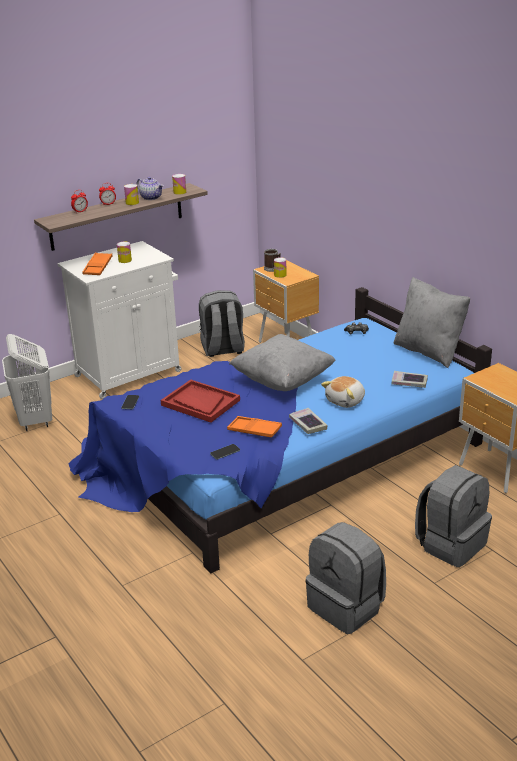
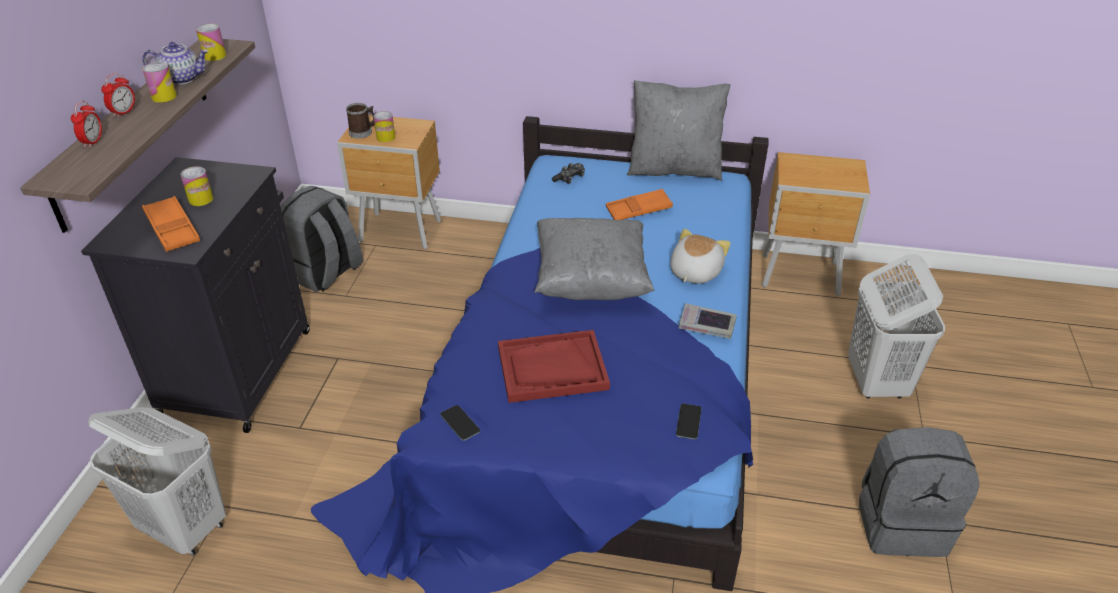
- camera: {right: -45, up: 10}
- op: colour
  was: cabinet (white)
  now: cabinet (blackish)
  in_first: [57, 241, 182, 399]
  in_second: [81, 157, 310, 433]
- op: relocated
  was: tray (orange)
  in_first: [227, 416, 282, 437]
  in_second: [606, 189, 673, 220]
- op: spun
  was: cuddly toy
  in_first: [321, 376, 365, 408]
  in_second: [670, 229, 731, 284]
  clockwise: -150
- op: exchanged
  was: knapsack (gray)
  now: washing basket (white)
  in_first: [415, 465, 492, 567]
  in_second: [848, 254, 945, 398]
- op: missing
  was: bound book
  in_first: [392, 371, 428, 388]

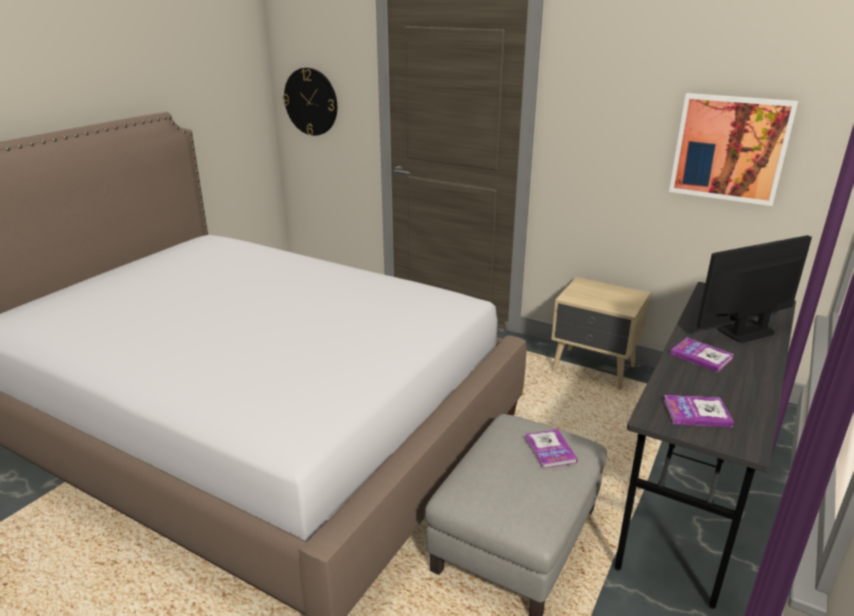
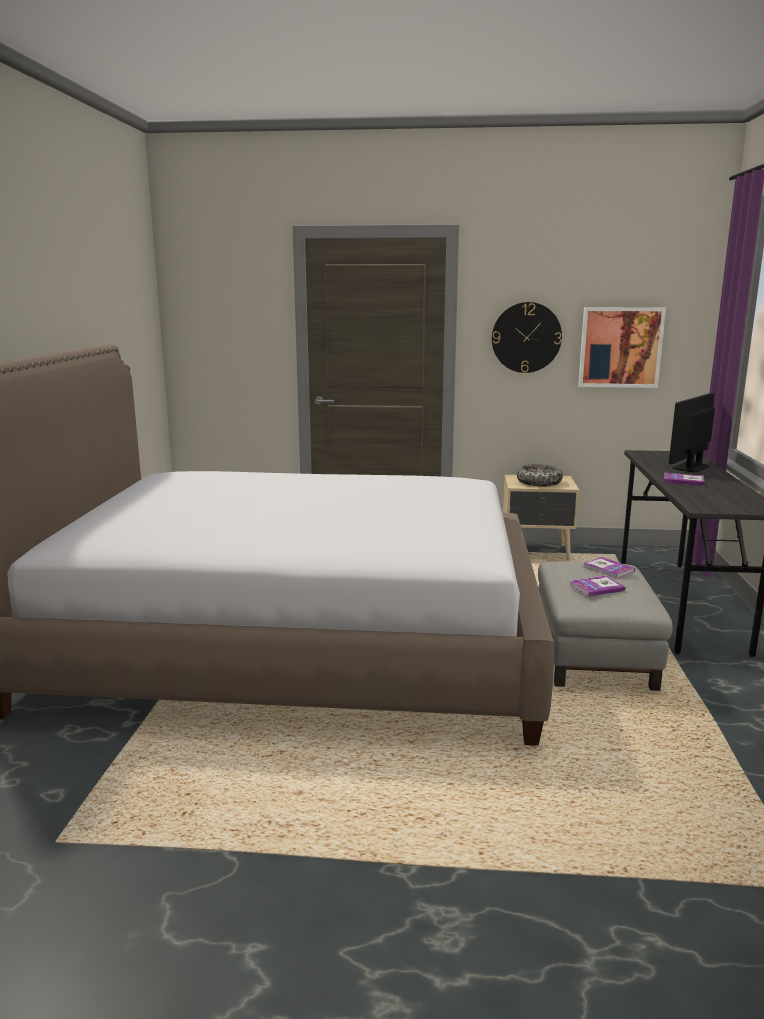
- camera: {right: -25, up: -10}
- op: relocated
  was: wall clock
  in_first: [283, 68, 337, 136]
  in_second: [492, 302, 562, 373]
- op: appeared
  now: bowl
  in_second: [517, 464, 563, 487]
- op: relocated
  was: bound book
  in_first: [663, 395, 734, 427]
  in_second: [570, 576, 625, 597]

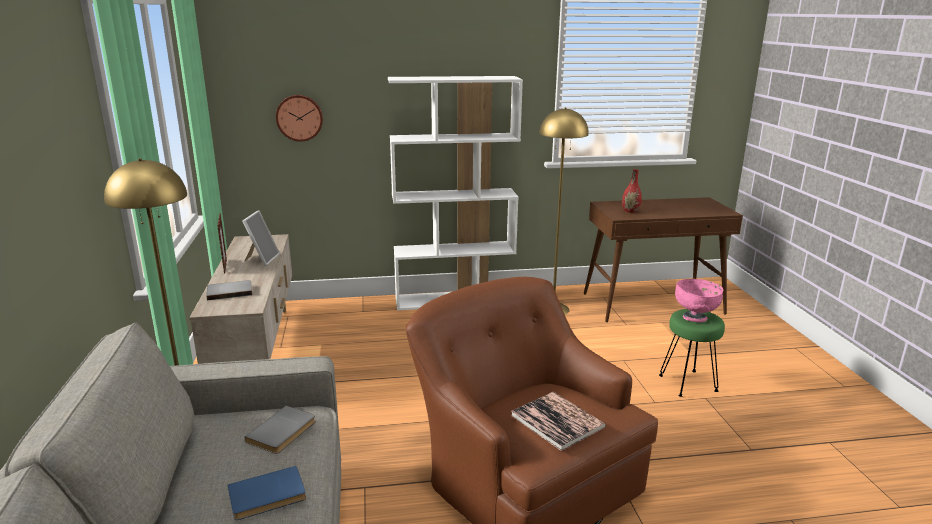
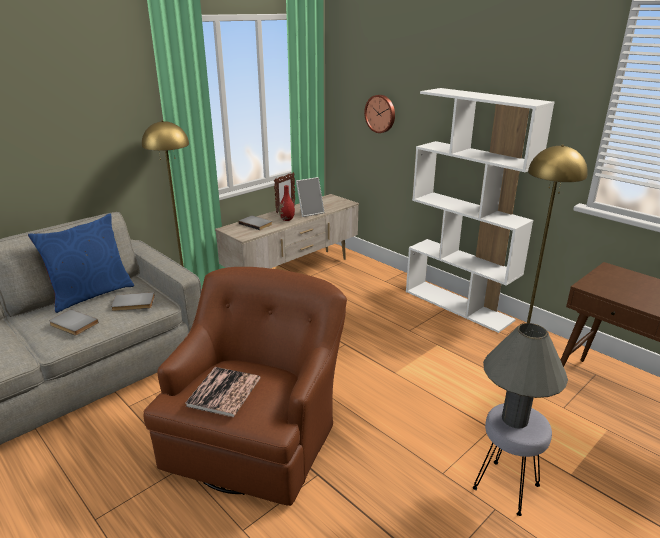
- camera: {right: 55, up: 5}
- op: appeared
  now: pillow (blue)
  in_second: [28, 213, 134, 313]
- op: colour
  was: bound book (blue)
  now: bound book (gray)
  in_first: [228, 466, 306, 520]
  in_second: [49, 309, 99, 336]
- op: relocated
  was: vase (reddish)
  in_first: [622, 169, 642, 213]
  in_second: [279, 185, 295, 221]
- op: colour
  was: stool seat (green-coloured)
  now: stool seat (gray)
  in_first: [659, 309, 725, 397]
  in_second: [473, 403, 552, 516]
- op: exchanged
  was: bowl (pink-coloured)
  now: lamp for a table (gray)
  in_first: [675, 279, 723, 322]
  in_second: [483, 323, 568, 429]

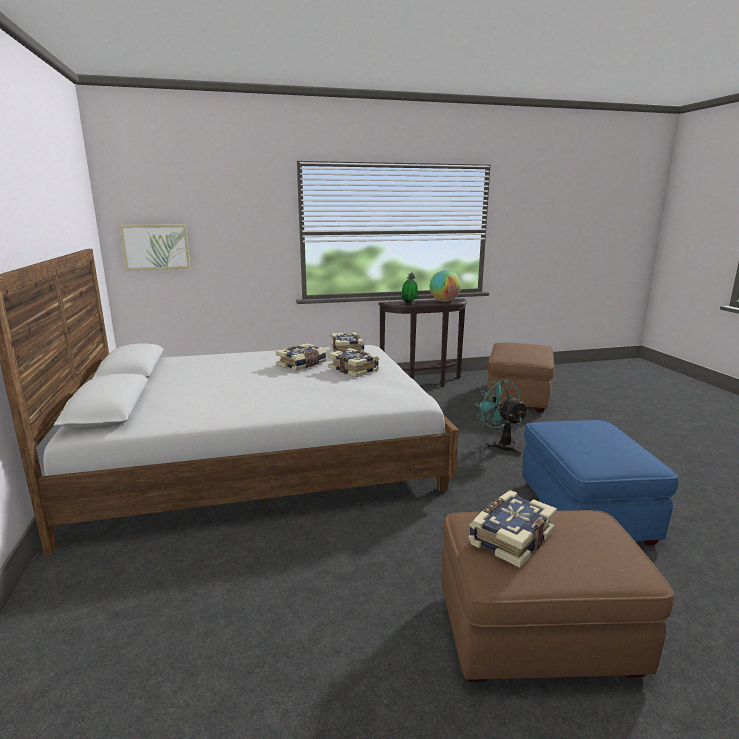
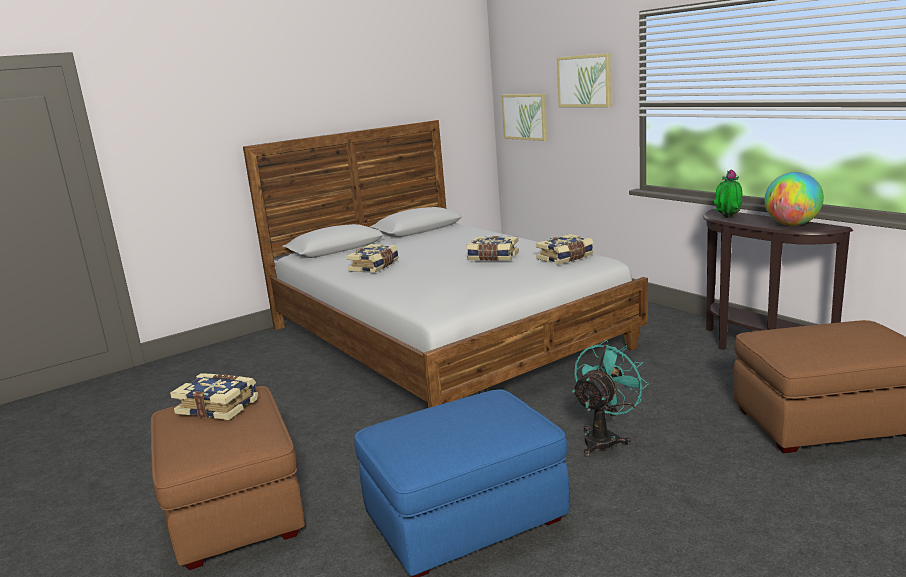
- camera: {right: 70, up: 0}
- op: relocated
  was: bound book
  in_first: [328, 348, 379, 377]
  in_second: [346, 244, 399, 273]
- op: appeared
  now: wall picture
  in_second: [557, 53, 611, 107]

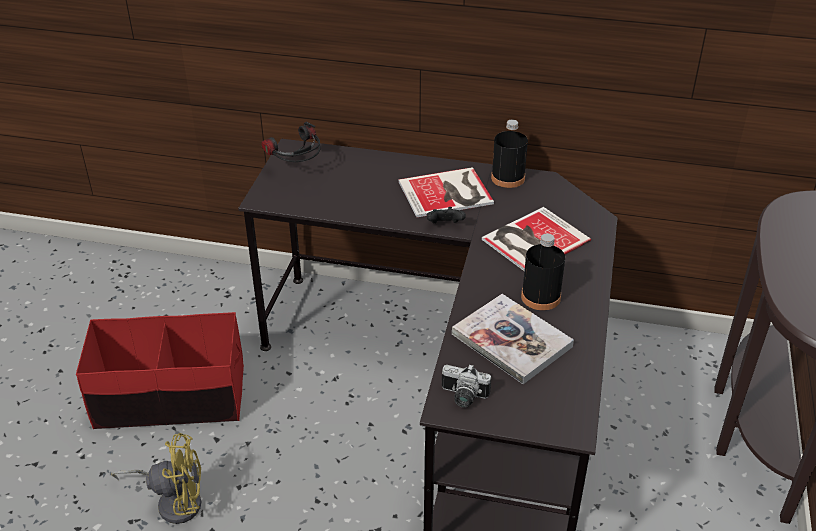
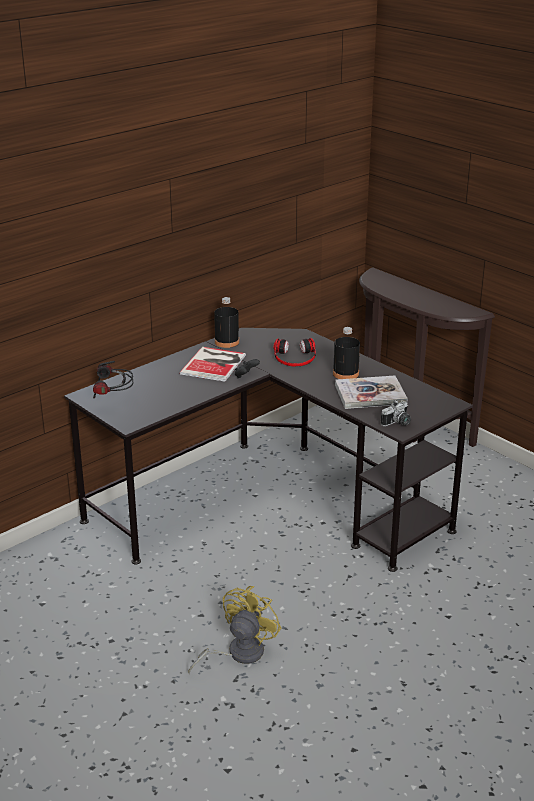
- camera: {right: -55, up: -10}
- op: exchanged
  was: bound book
  now: headphones
  in_first: [482, 207, 591, 271]
  in_second: [274, 338, 316, 366]
- op: missing
  was: storage bin (reddish)
  in_first: [76, 312, 244, 429]

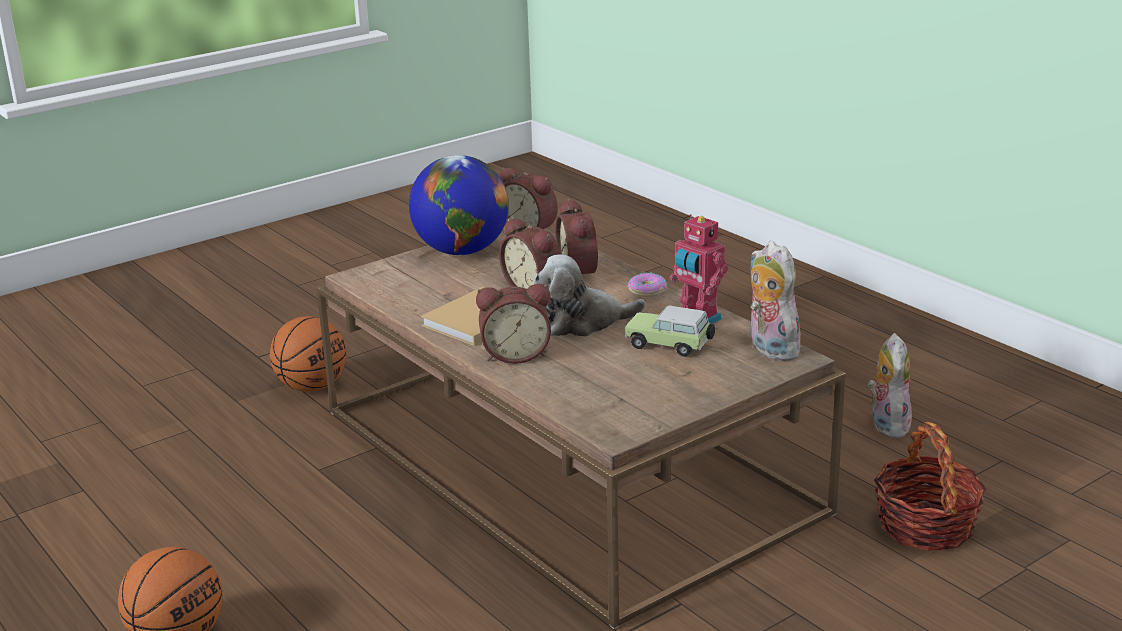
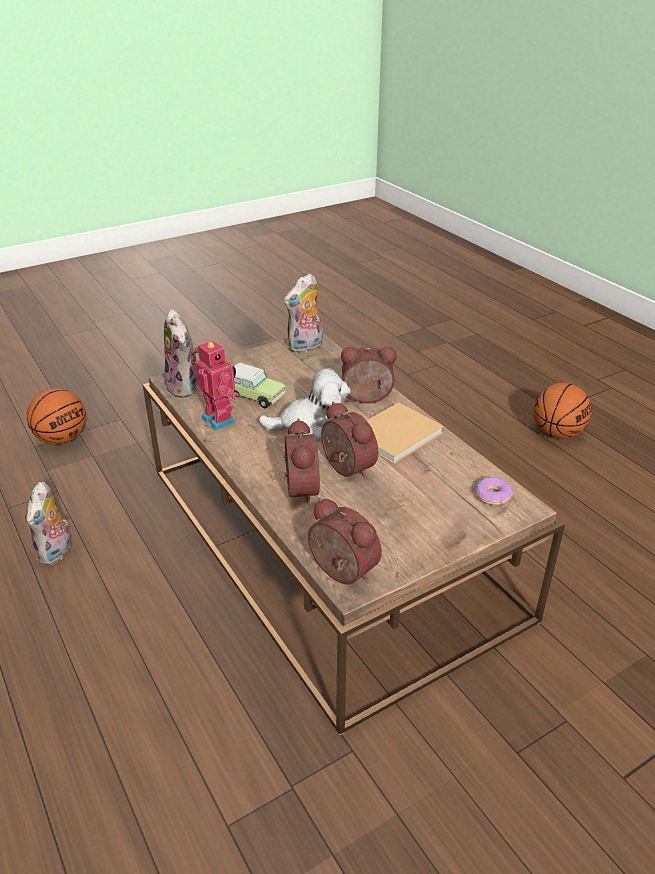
- camera: {right: -175, up: 10}
- op: relocated
  was: basketball ball
  in_first: [270, 316, 347, 392]
  in_second: [26, 388, 86, 445]
- op: appeared
  now: cuddly toy
  in_second: [284, 273, 323, 353]
- op: relocated
  was: doughnut
  in_first: [628, 272, 667, 297]
  in_second: [475, 477, 513, 505]
- op: missing
  was: world globe
  in_first: [409, 155, 509, 255]
- op: missing
  was: storage basket
  in_first: [874, 422, 987, 551]

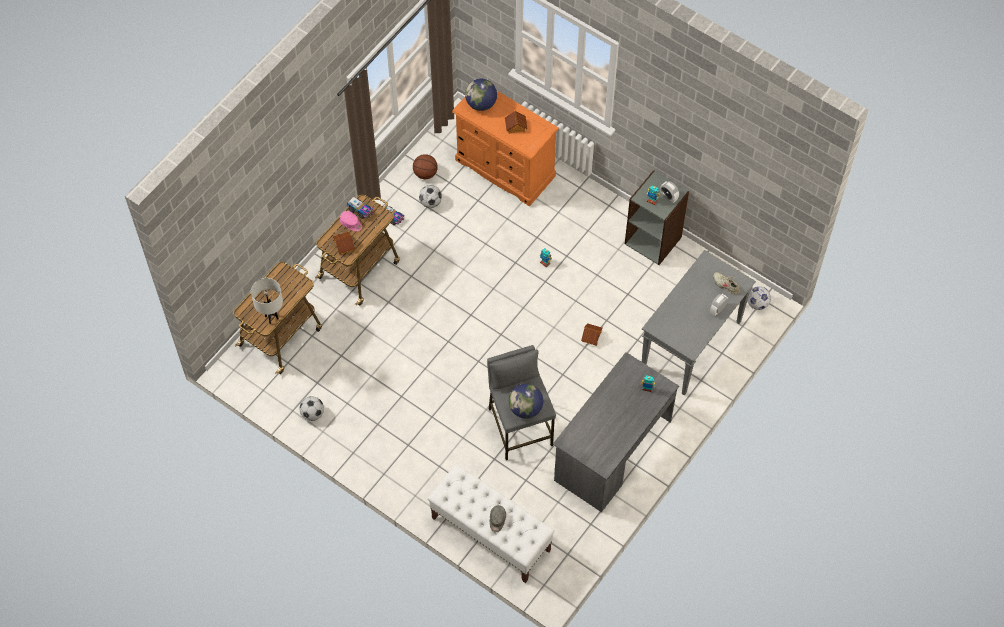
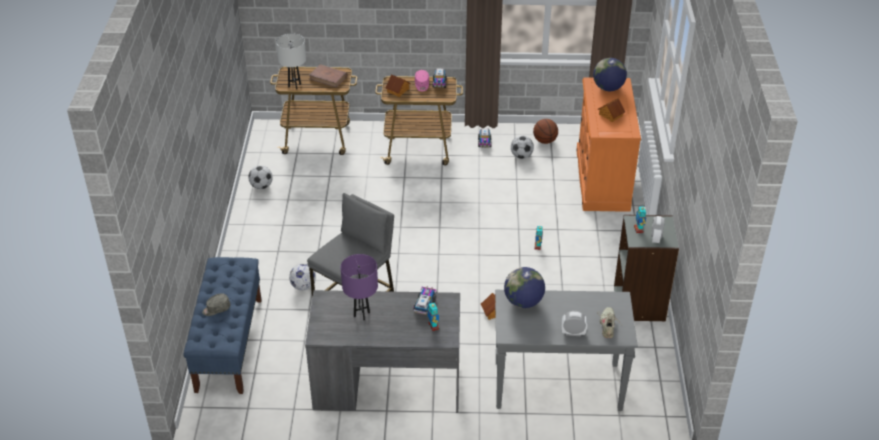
- camera: {right: 55, up: -20}
- op: colour
  was: bench (white)
  now: bench (blue)
  in_first: [428, 464, 555, 583]
  in_second: [183, 257, 262, 394]
- op: relocated
  was: football
  in_first: [747, 286, 771, 310]
  in_second: [289, 264, 316, 291]
- op: appeared
  now: bound book (brown-coloured)
  in_second: [309, 64, 347, 88]
- op: appeared
  now: lamp for a table (purplish)
  in_second: [341, 254, 378, 320]
- op: appeared
  now: toy truck
  in_second: [414, 287, 437, 315]
- op: relocated
  was: world globe
  in_first: [509, 384, 544, 419]
  in_second: [504, 267, 545, 308]

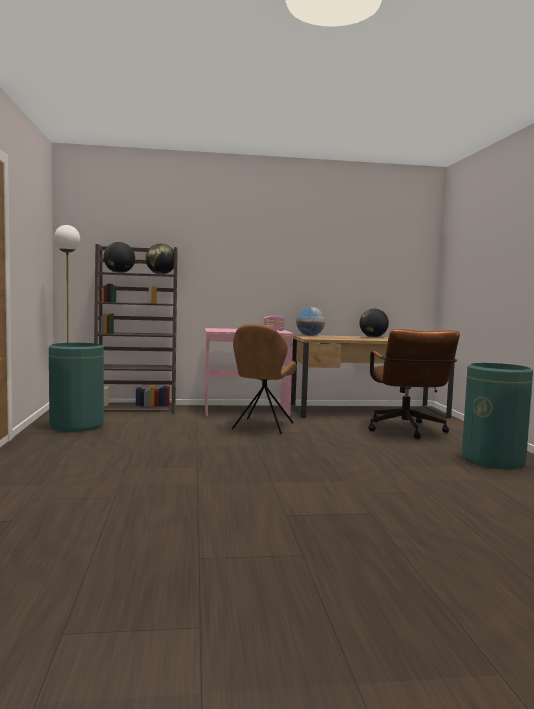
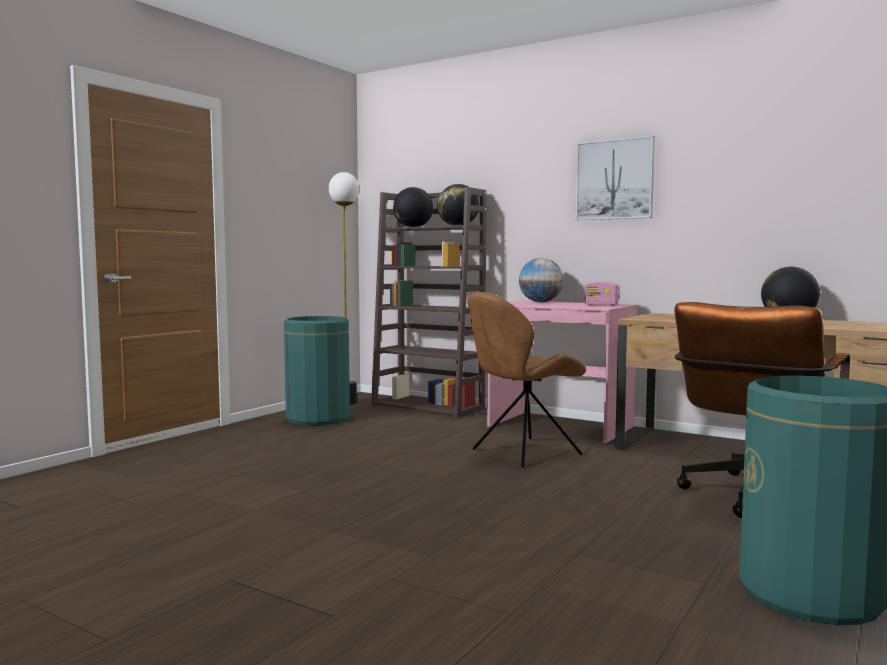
- camera: {right: 40, up: 0}
- op: relocated
  was: world globe
  in_first: [296, 307, 325, 336]
  in_second: [519, 258, 563, 302]
- op: appeared
  now: wall picture
  in_second: [575, 136, 655, 220]

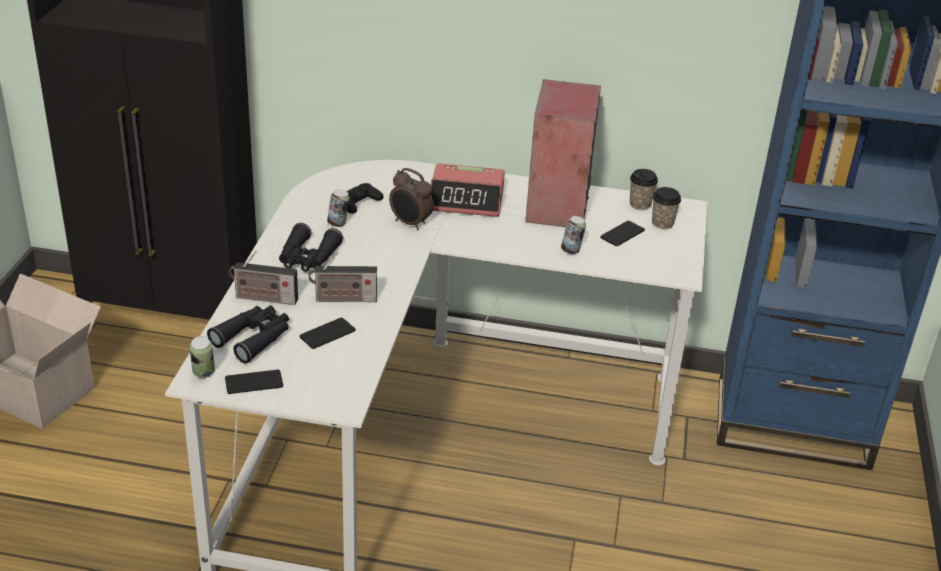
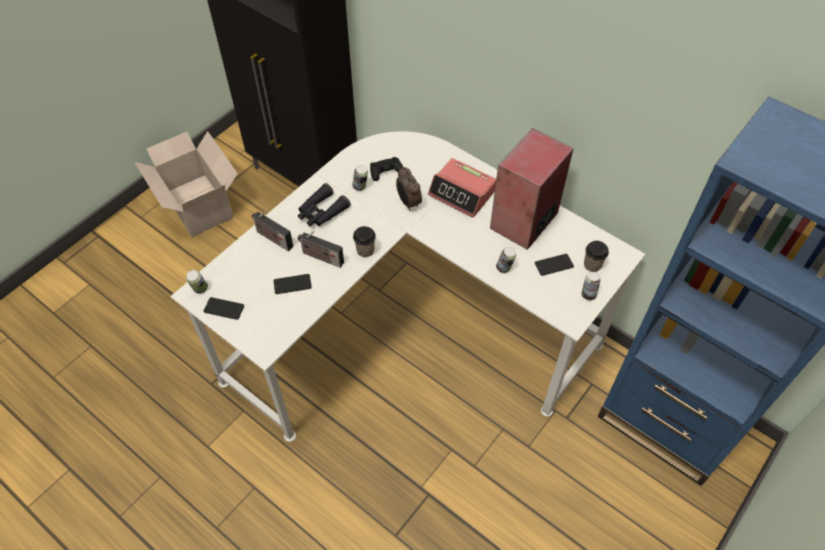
- camera: {right: 30, up: 20}
- op: relocated
  was: small cup
  in_first: [630, 169, 658, 210]
  in_second: [353, 226, 376, 257]
- op: appeared
  now: can
  in_second: [581, 272, 601, 300]
- op: missing
  was: binoculars (blackish)
  in_first: [207, 305, 289, 364]

